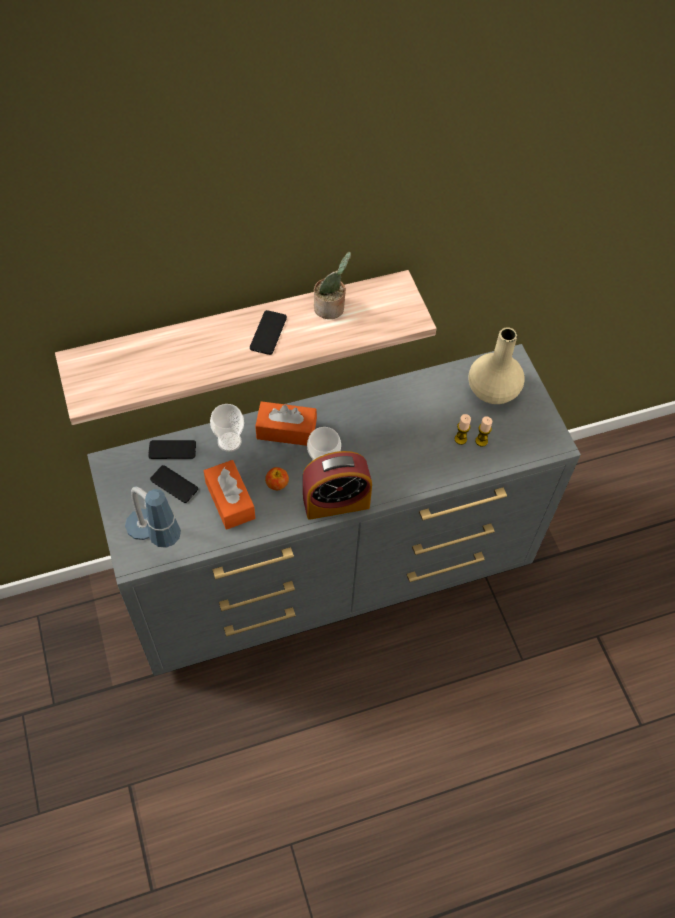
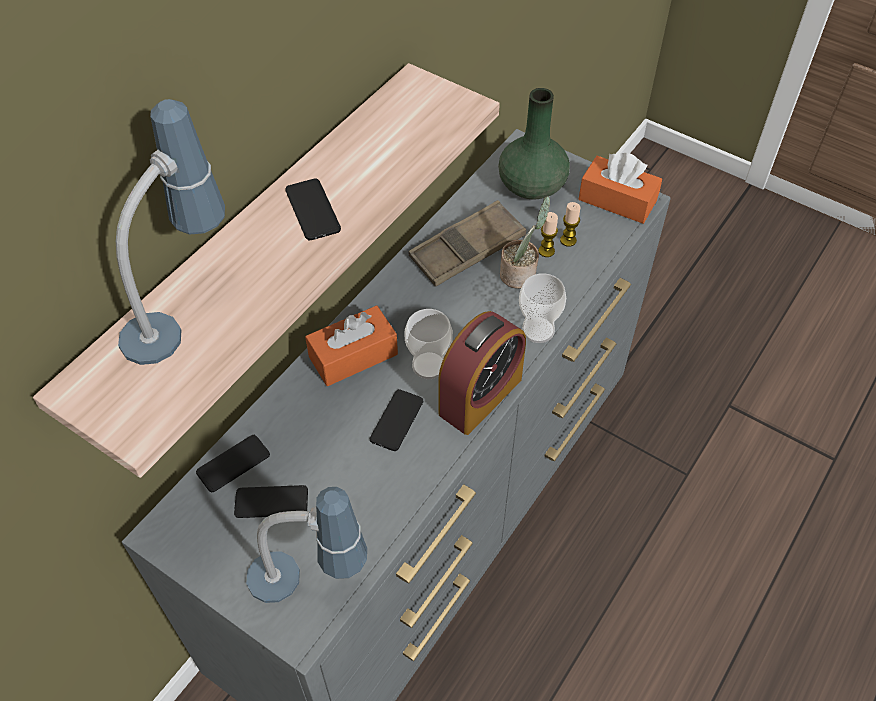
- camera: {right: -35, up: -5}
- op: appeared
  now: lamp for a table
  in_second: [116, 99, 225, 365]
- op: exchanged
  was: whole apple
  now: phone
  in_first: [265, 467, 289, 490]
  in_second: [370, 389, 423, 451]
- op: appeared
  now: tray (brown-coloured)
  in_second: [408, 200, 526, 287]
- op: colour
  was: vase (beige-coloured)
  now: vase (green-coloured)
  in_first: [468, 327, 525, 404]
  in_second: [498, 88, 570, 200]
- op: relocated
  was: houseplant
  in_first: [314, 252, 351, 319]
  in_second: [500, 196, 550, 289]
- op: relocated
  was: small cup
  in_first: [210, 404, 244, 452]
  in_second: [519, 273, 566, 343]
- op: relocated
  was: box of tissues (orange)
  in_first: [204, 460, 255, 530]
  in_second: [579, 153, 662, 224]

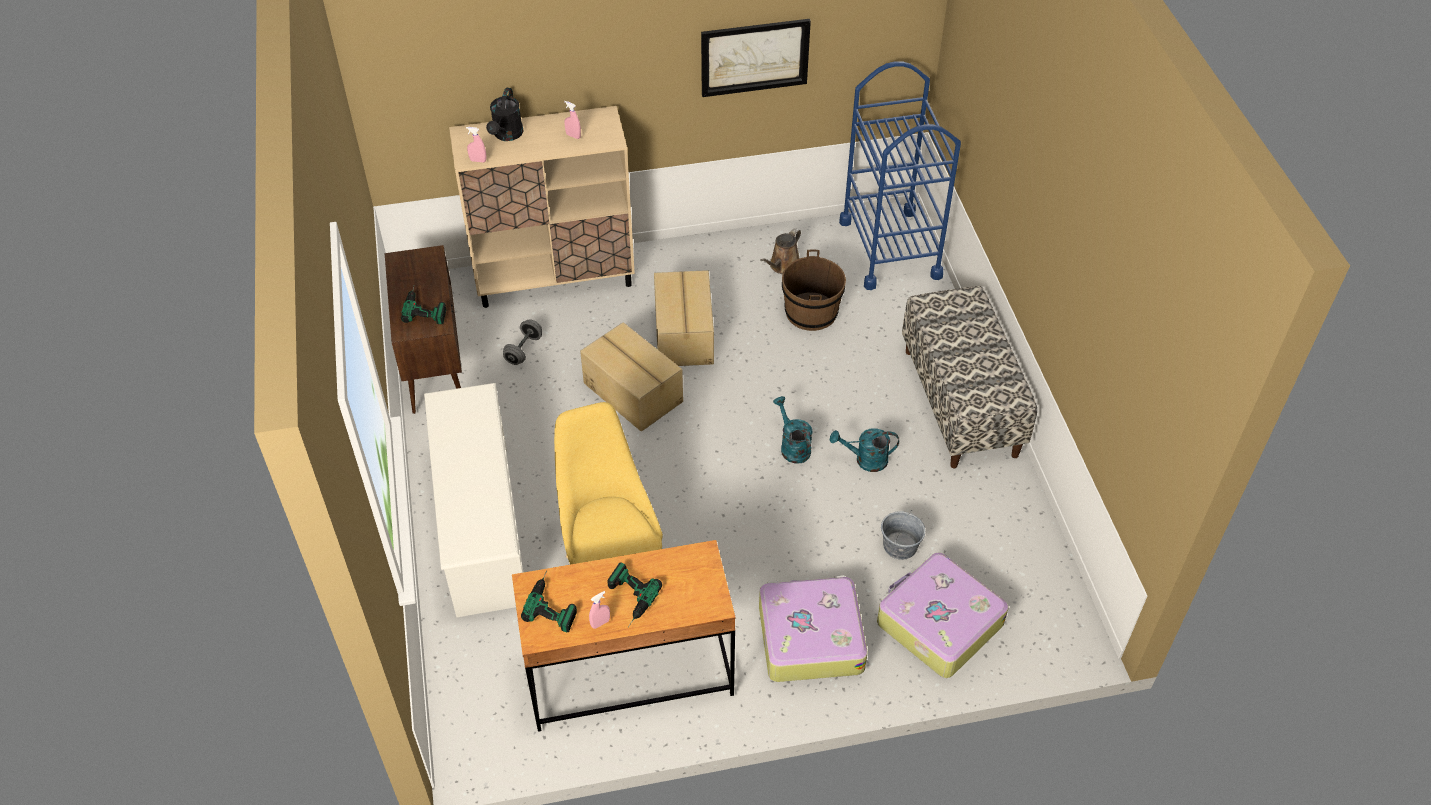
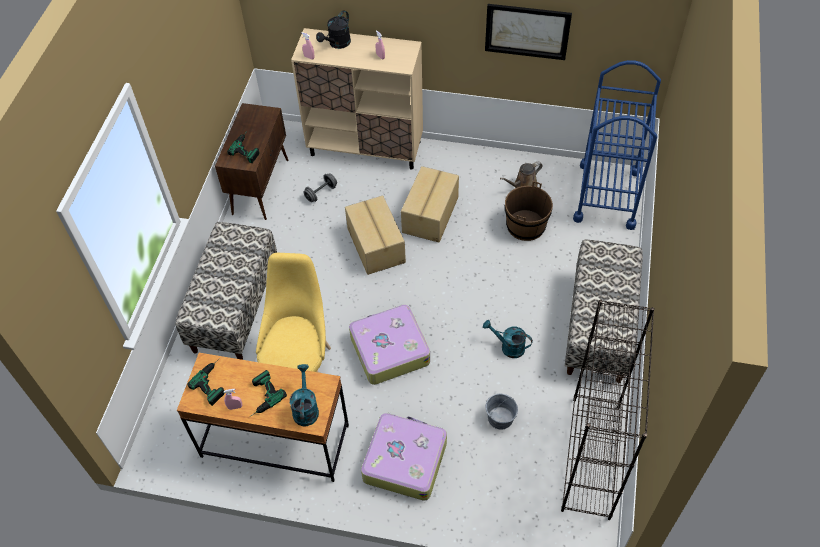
- camera: {right: 25, up: 5}
- op: exchanged
  was: shoe shelf (white)
  now: bench
  in_first: [424, 383, 523, 618]
  in_second: [175, 222, 277, 360]
- op: relocated
  was: watering pot (turquoise)
  in_first: [773, 396, 813, 464]
  in_second: [290, 364, 319, 426]
- op: relocated
  was: travel case
  in_first: [877, 552, 1009, 678]
  in_second: [349, 304, 430, 385]
- op: appeared
  now: shelving unit (blackish)
  in_second: [561, 299, 655, 520]

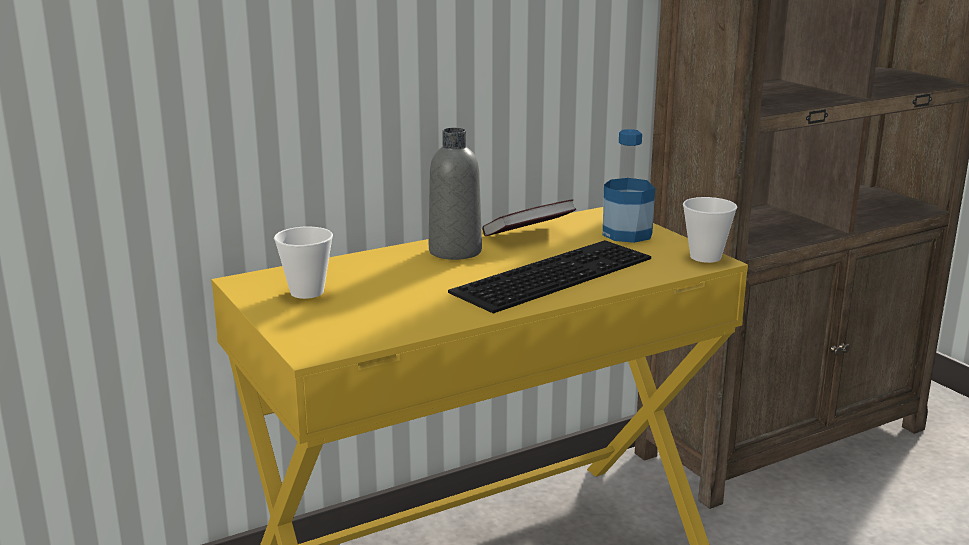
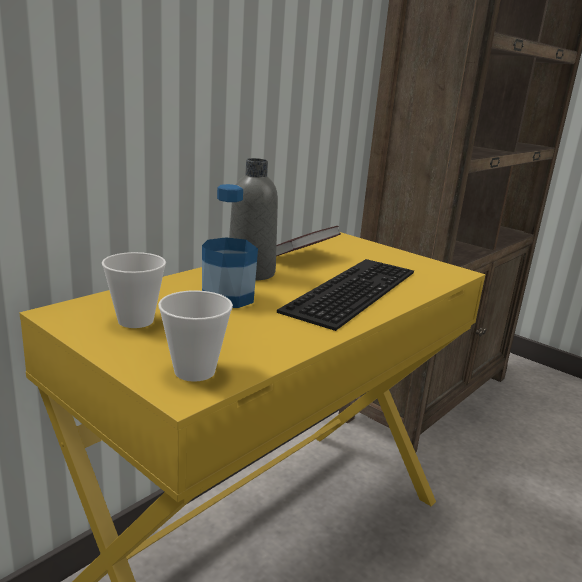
- camera: {right: -20, up: 0}
- op: relocated
  was: small cup
  in_first: [683, 197, 737, 263]
  in_second: [158, 290, 233, 382]
- op: relocated
  was: drink bottle
  in_first: [603, 129, 655, 243]
  in_second: [202, 184, 258, 308]

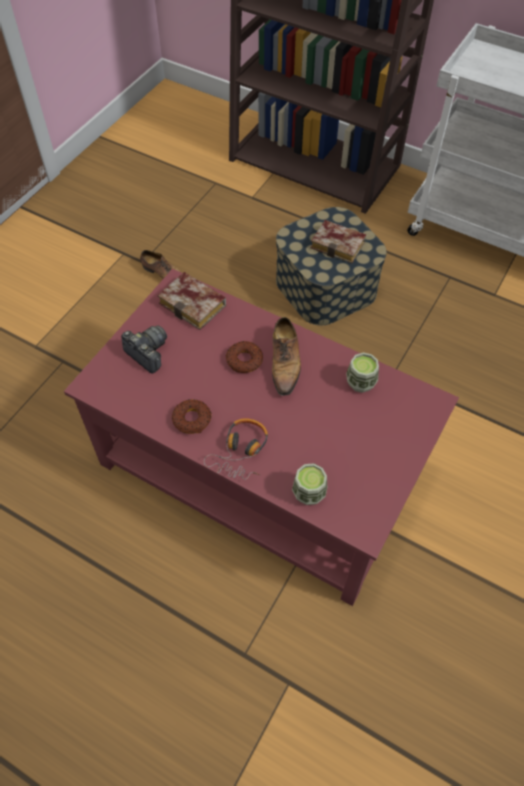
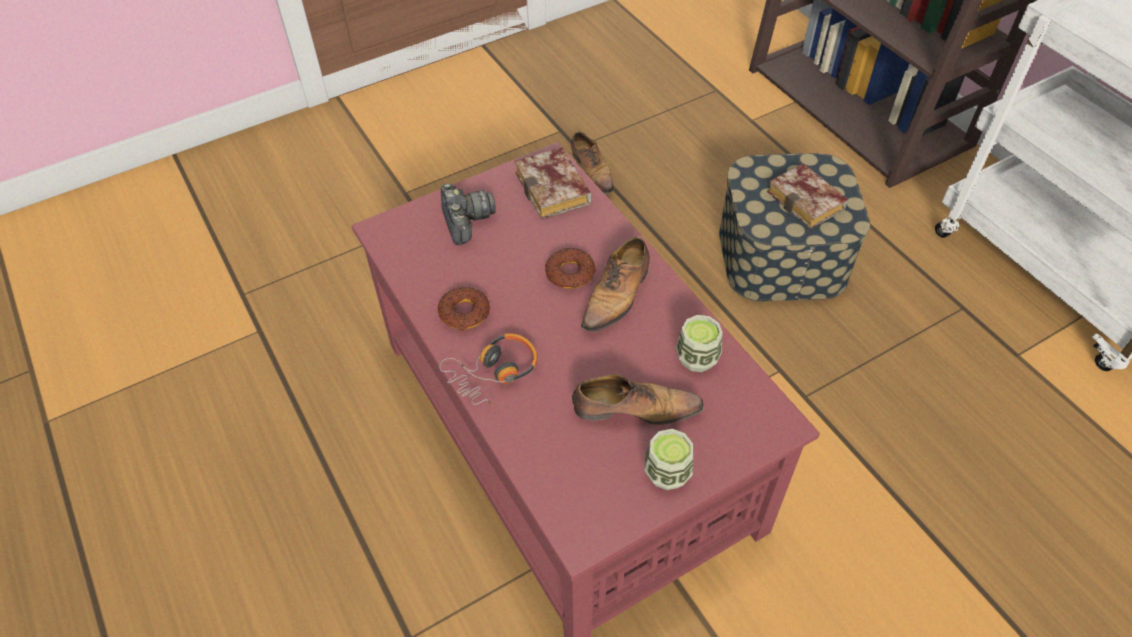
- camera: {right: 30, up: -5}
- op: appeared
  now: item of footwear
  in_second: [572, 374, 704, 425]
- op: relocated
  was: small cup
  in_first: [292, 463, 327, 505]
  in_second: [644, 429, 693, 490]

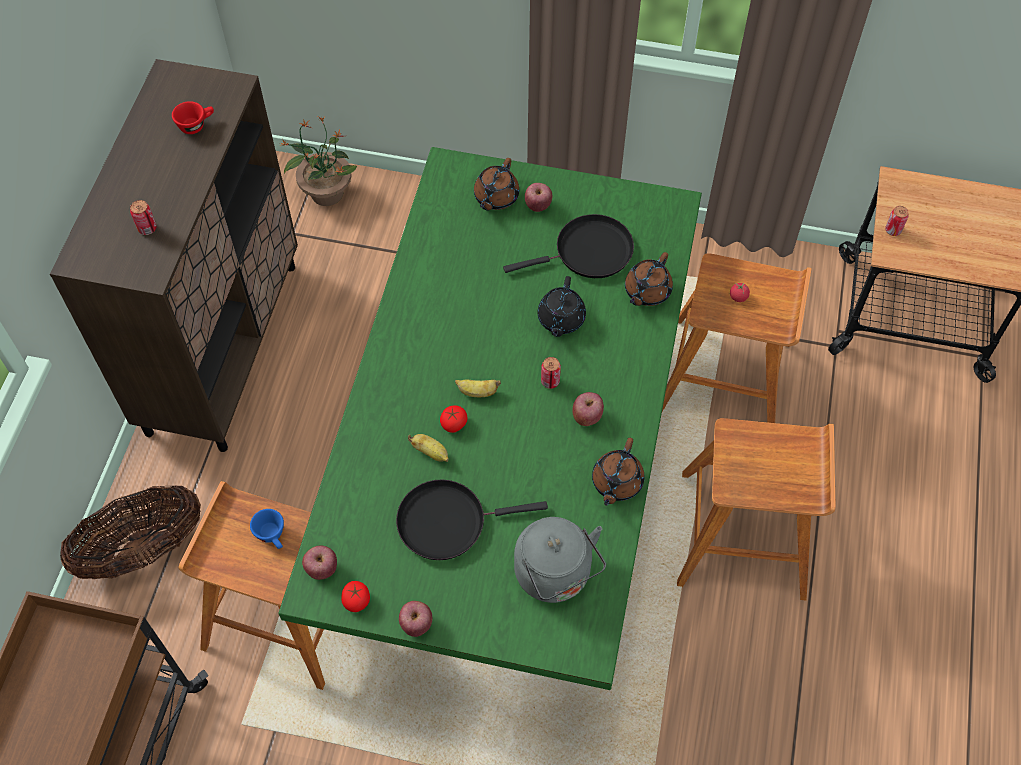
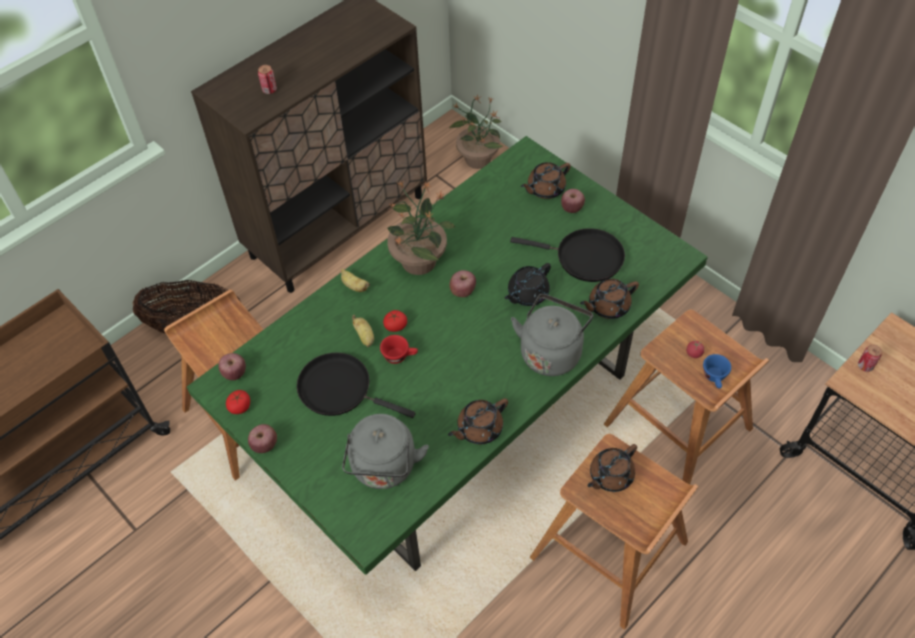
- camera: {right: 35, up: -5}
- op: relocated
  was: banana fruit
  in_first: [455, 380, 501, 397]
  in_second: [341, 269, 370, 292]
- op: relocated
  was: small cup (reddish)
  in_first: [172, 101, 214, 134]
  in_second: [380, 335, 418, 364]
- op: appeared
  now: houseplant
  in_second: [387, 180, 456, 275]
- op: relocated
  was: whole apple
  in_first: [572, 392, 604, 426]
  in_second: [450, 270, 476, 297]
- op: appeared
  now: water kettle (gray)
  in_second: [511, 294, 593, 376]
- op: appeared
  now: pot for tea (brown-coloured)
  in_second: [587, 444, 637, 492]
- op: relocated
  was: small cup (blue)
  in_first: [250, 509, 284, 549]
  in_second: [703, 354, 731, 388]
- op: missing
  was: can
  in_first: [541, 357, 561, 389]

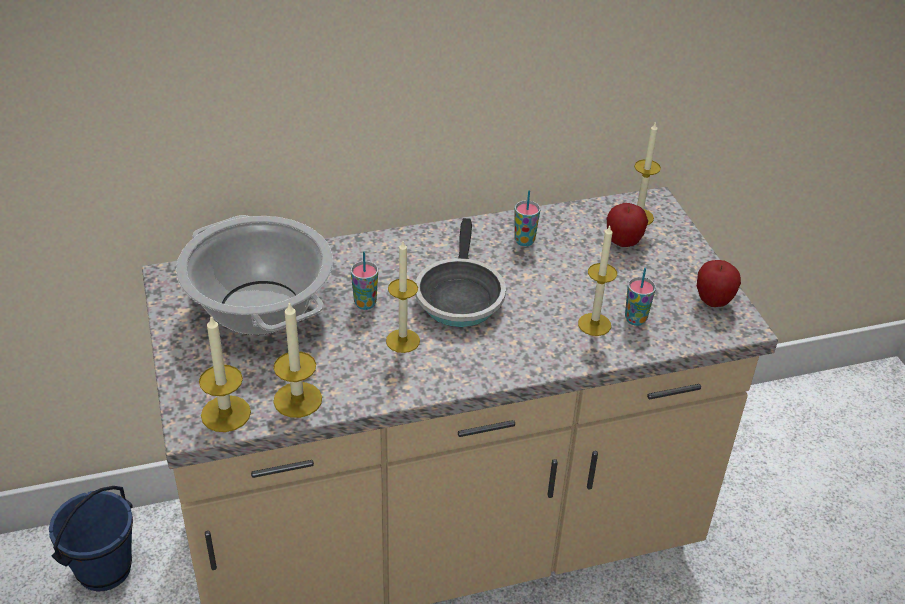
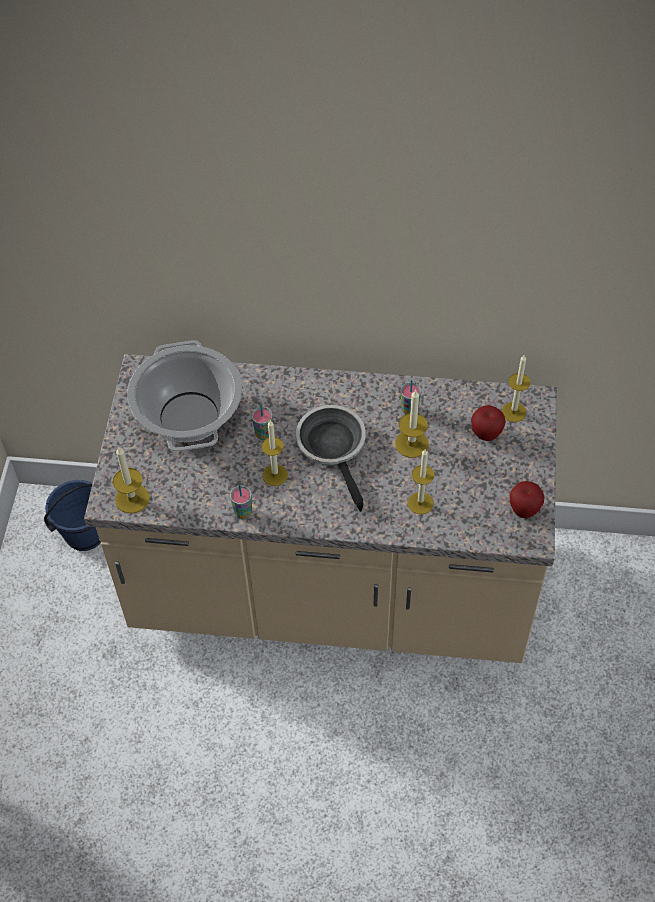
- camera: {right: 25, up: 15}
- op: relocated
  was: small cup
  in_first: [625, 268, 656, 326]
  in_second: [230, 485, 252, 520]
- op: spun
  was: frying pan
  in_first: [415, 218, 506, 327]
  in_second: [296, 405, 366, 512]
  clockwise: 135
- op: relocated
  was: wax candle
  in_first: [273, 301, 322, 418]
  in_second: [395, 390, 429, 458]

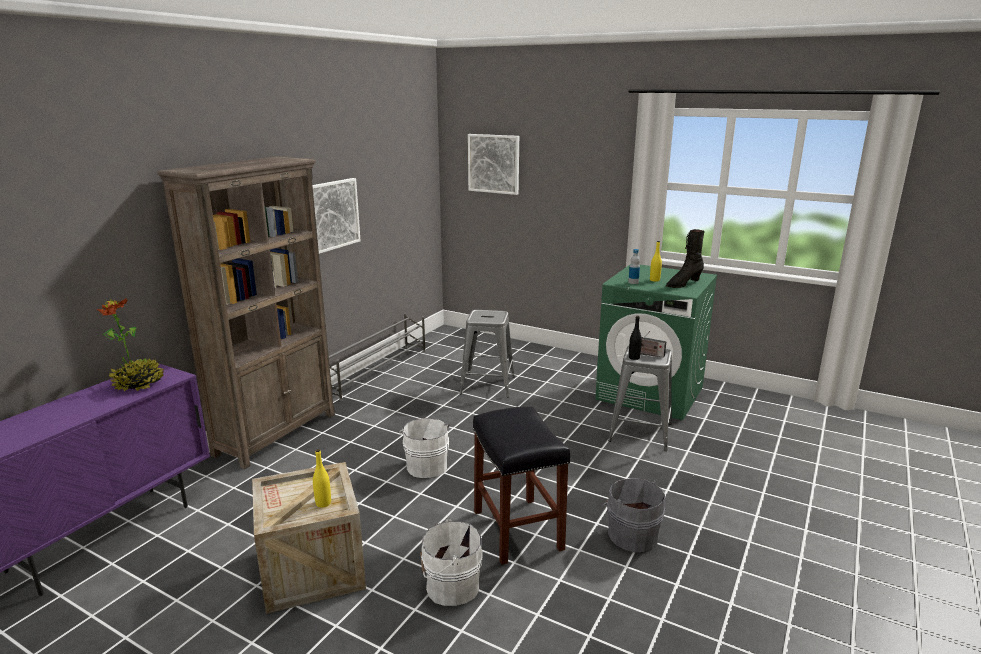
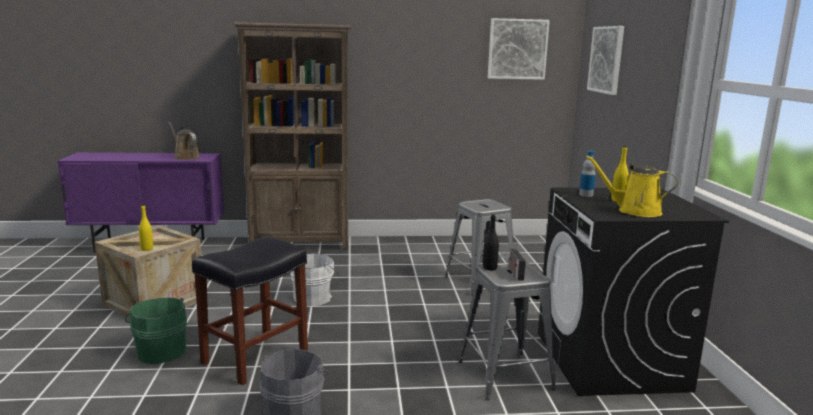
- camera: {right: 55, up: -5}
- op: colour
  was: water bucket (white)
  now: water bucket (green-coloured)
  in_first: [420, 518, 482, 606]
  in_second: [125, 297, 187, 364]
- op: exchanged
  was: houseplant
  now: watering pot (brown-coloured)
  in_first: [96, 298, 165, 391]
  in_second: [169, 122, 200, 160]
- op: relocated
  was: wall picture
  in_first: [312, 178, 361, 254]
  in_second: [488, 18, 550, 80]
- op: colour
  was: laundry machine (green-coloured)
  now: laundry machine (blackish)
  in_first: [595, 264, 717, 420]
  in_second: [538, 188, 729, 396]
- op: exchanged
  was: tall boot (blackish)
  now: watering pot (yellow-coloured)
  in_first: [666, 229, 705, 288]
  in_second: [586, 156, 678, 217]
- op: missing
  was: shoe shelf (gray)
  in_first: [329, 313, 426, 401]

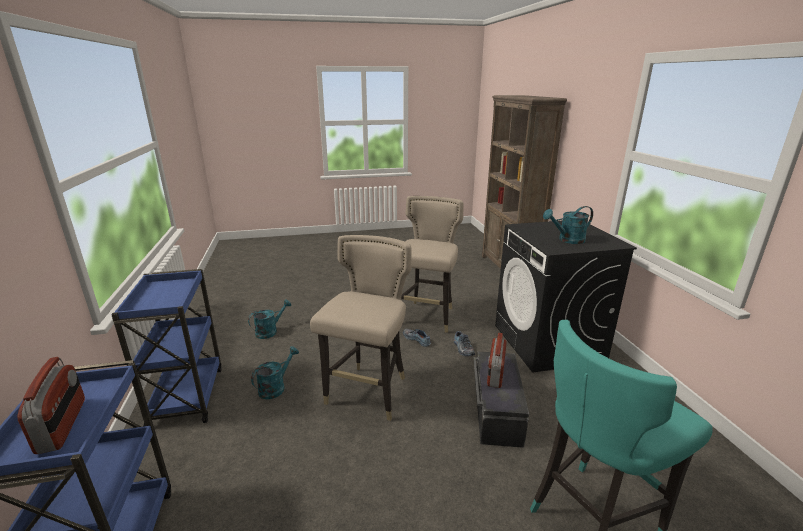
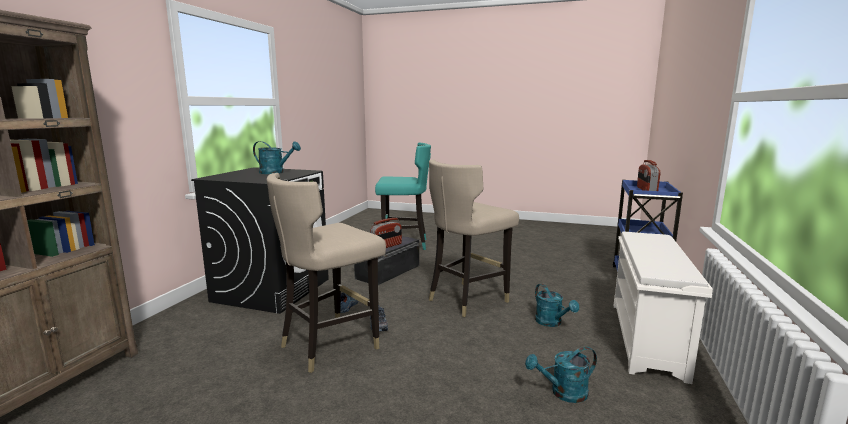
- camera: {right: -150, up: -10}
- op: spun
  was: watering pot (turquoise)
  in_first: [251, 346, 299, 399]
  in_second: [535, 284, 579, 327]
  clockwise: -90
- op: exchanged
  was: cart (blue)
  now: shoe shelf (white)
  in_first: [111, 269, 222, 426]
  in_second: [614, 232, 713, 384]

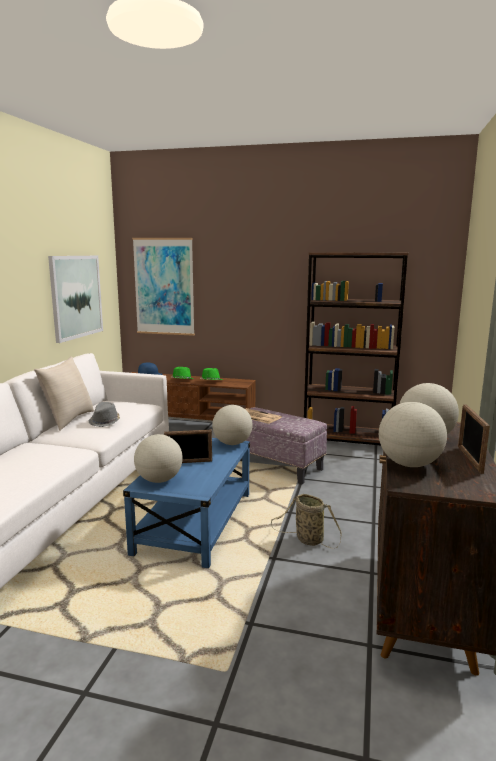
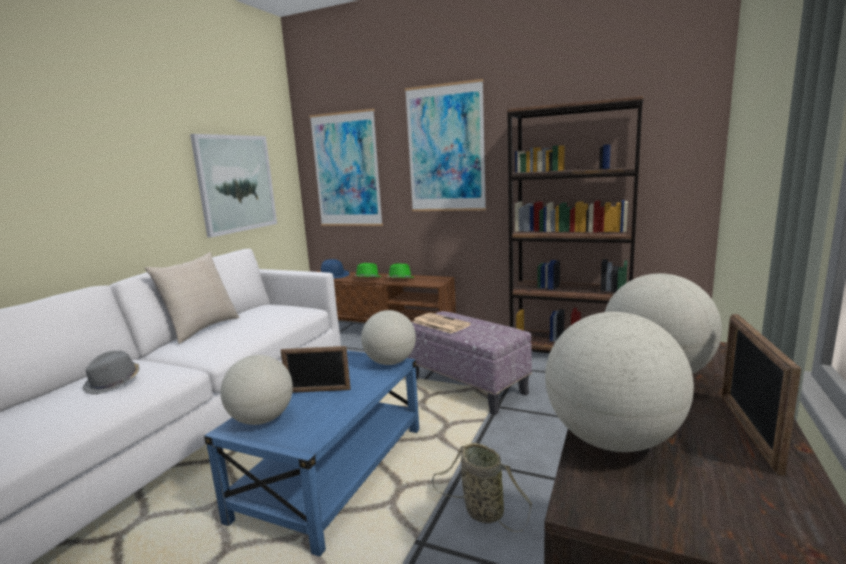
- camera: {right: 10, up: 0}
- op: relocated
  was: clothing hat (gray)
  in_first: [89, 402, 120, 427]
  in_second: [83, 351, 139, 395]
- op: appeared
  now: wall picture
  in_second: [405, 79, 486, 211]

